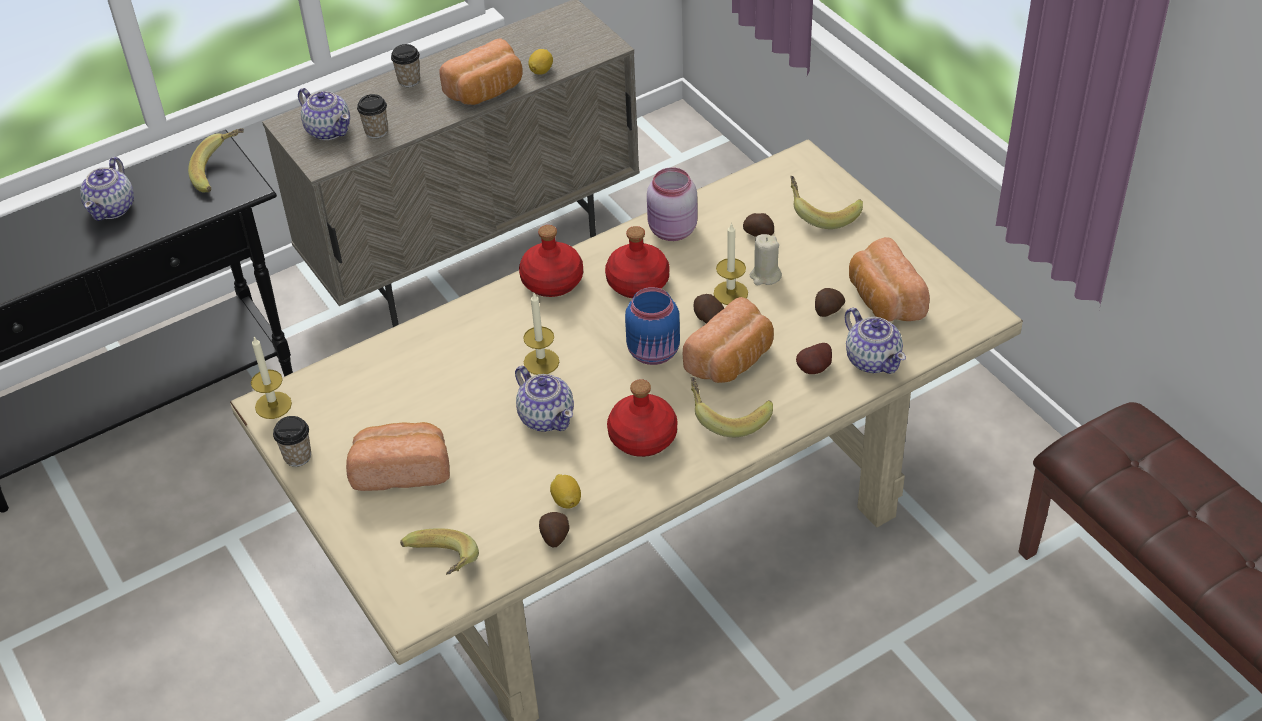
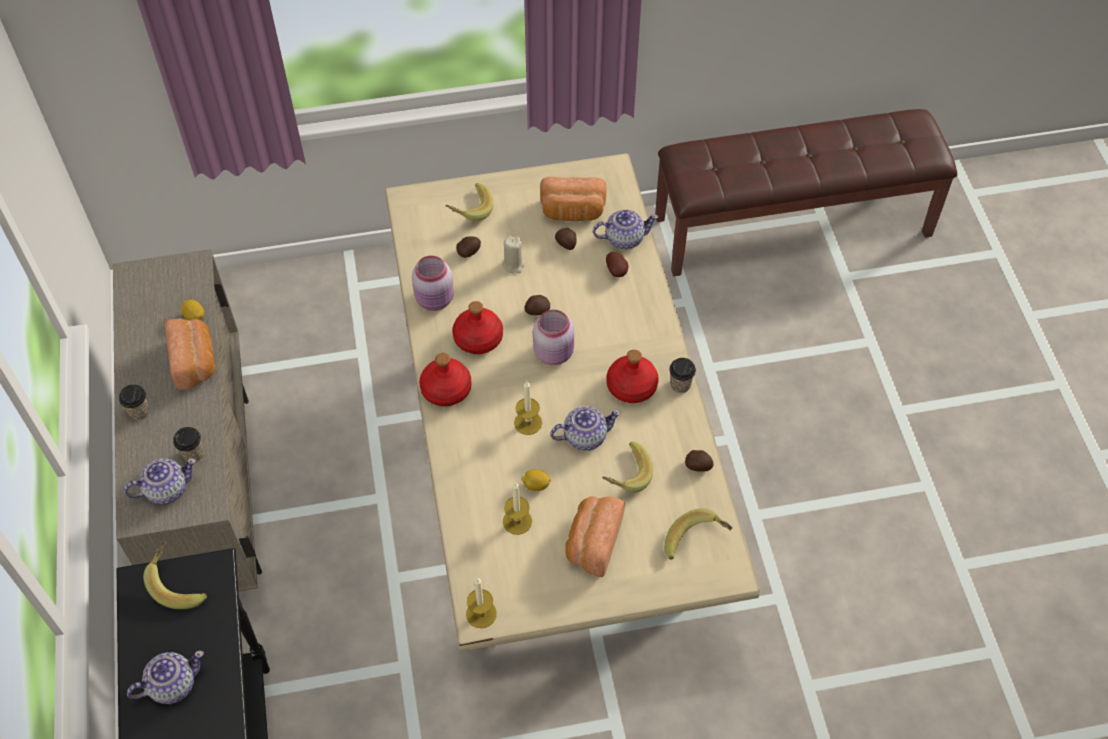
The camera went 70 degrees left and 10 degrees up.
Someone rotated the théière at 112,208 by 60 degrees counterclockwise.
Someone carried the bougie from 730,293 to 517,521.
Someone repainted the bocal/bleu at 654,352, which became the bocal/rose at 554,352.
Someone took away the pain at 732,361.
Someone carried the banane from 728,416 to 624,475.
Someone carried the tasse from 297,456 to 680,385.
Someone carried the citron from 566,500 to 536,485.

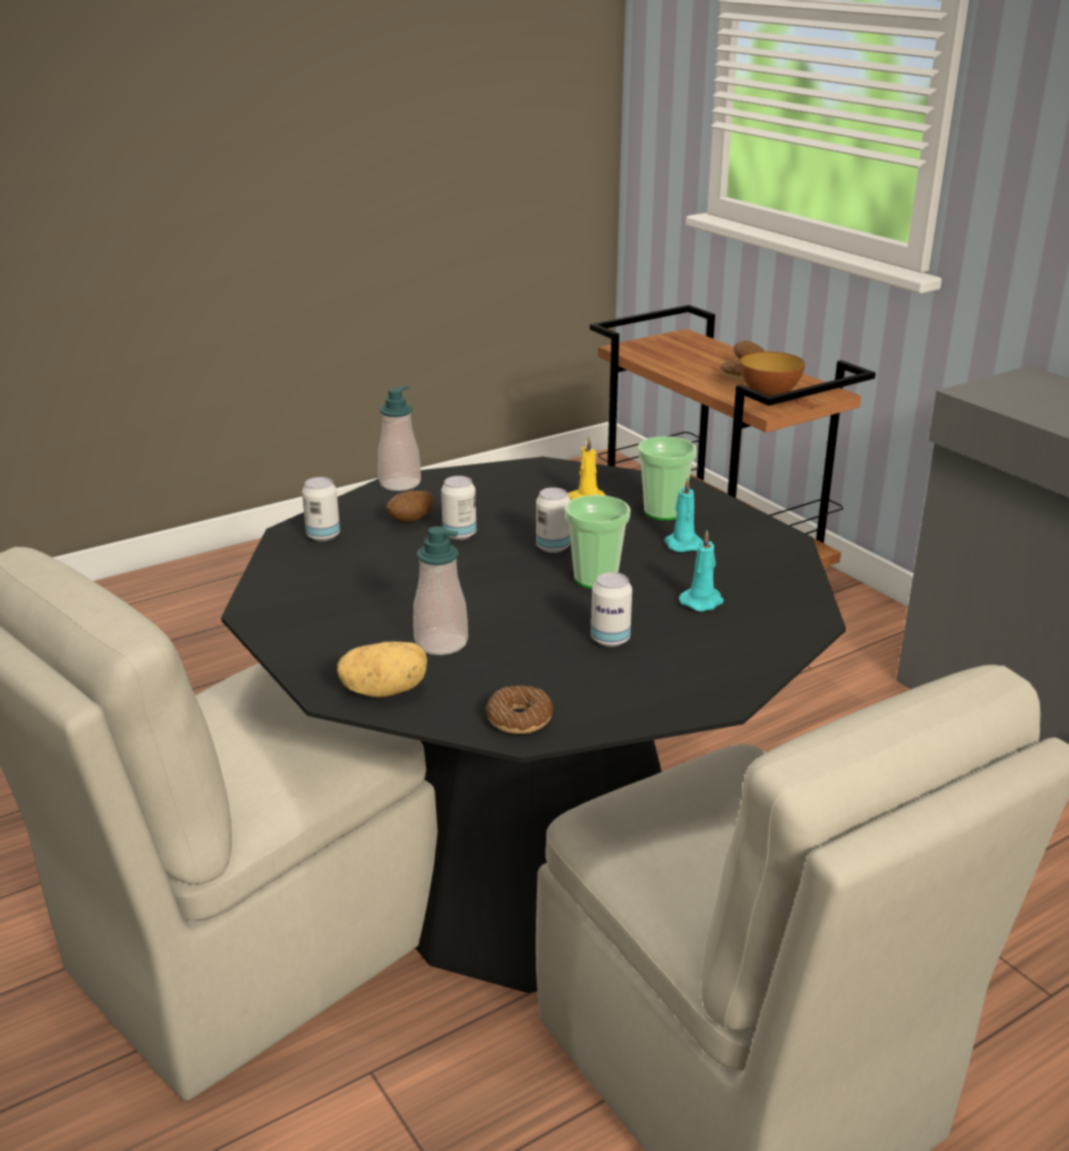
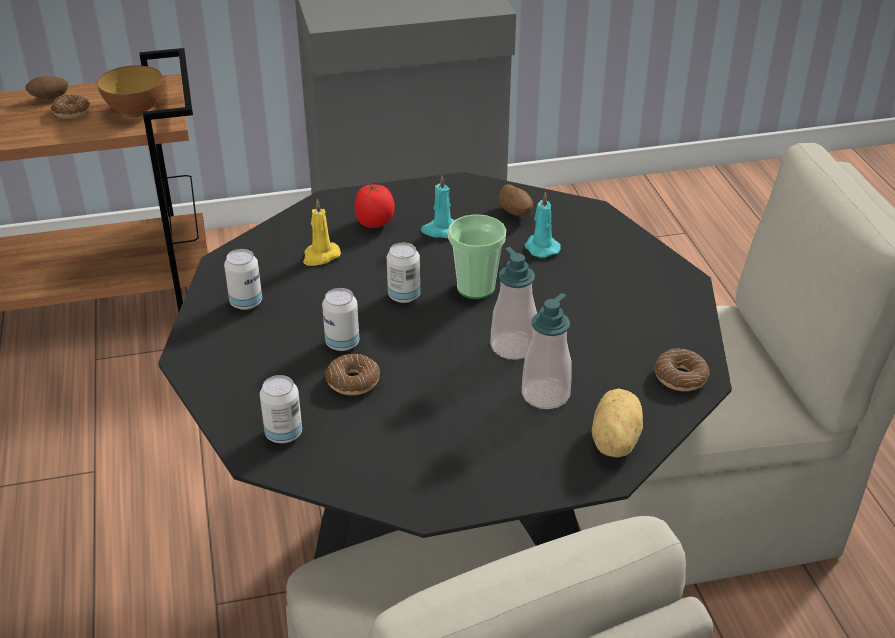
The camera went 70 degrees left and 10 degrees up.
Someone carried the distributeur de savon from 400,483 to 513,346.
Someone swapped the tasse at 663,512 for the tomate at 375,223.
Someone carried the pomme de terre from 411,521 to 515,213.
Someone carried the boîte métallique from 610,639 to 246,303.
Someone put down the beignet at 353,381.

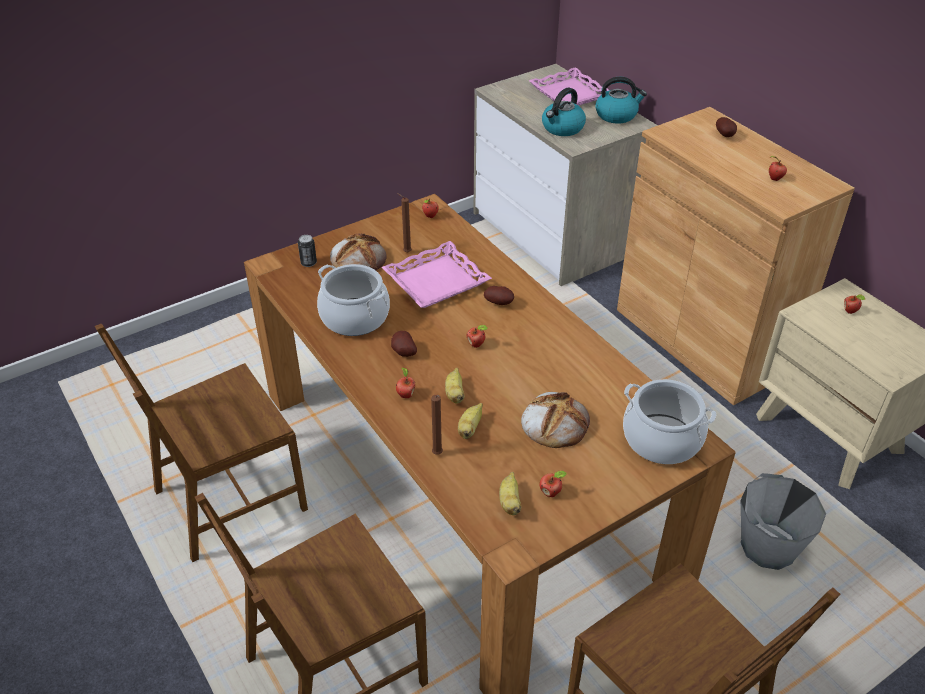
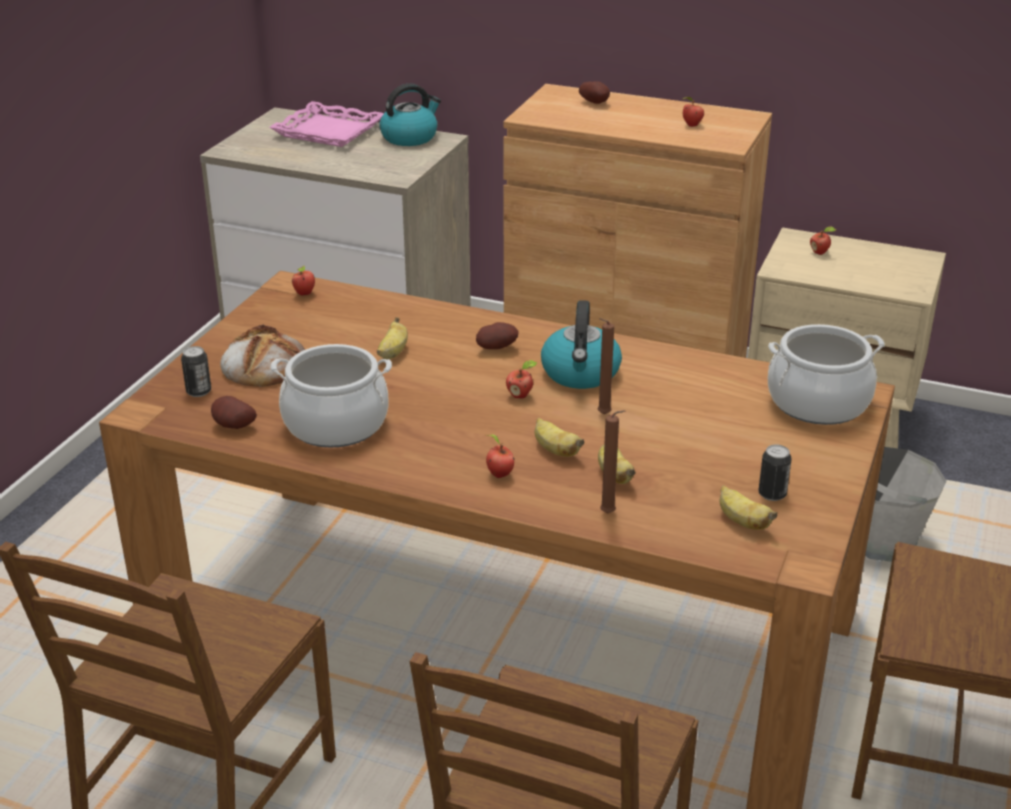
The camera went 35 degrees left and 10 degrees down.
Someone carried the bouilloire from 562,128 to 581,374.
Someone carried the bougie/marron from 406,252 to 602,415.
Someone swapped the plateau/rose at 436,281 for the banane at 393,353.
Someone carried the pomme de terre from 403,352 to 233,427.
Someone took away the pain at 554,423.
Someone swapped the pomme at 551,492 for the boîte métallique at 772,494.

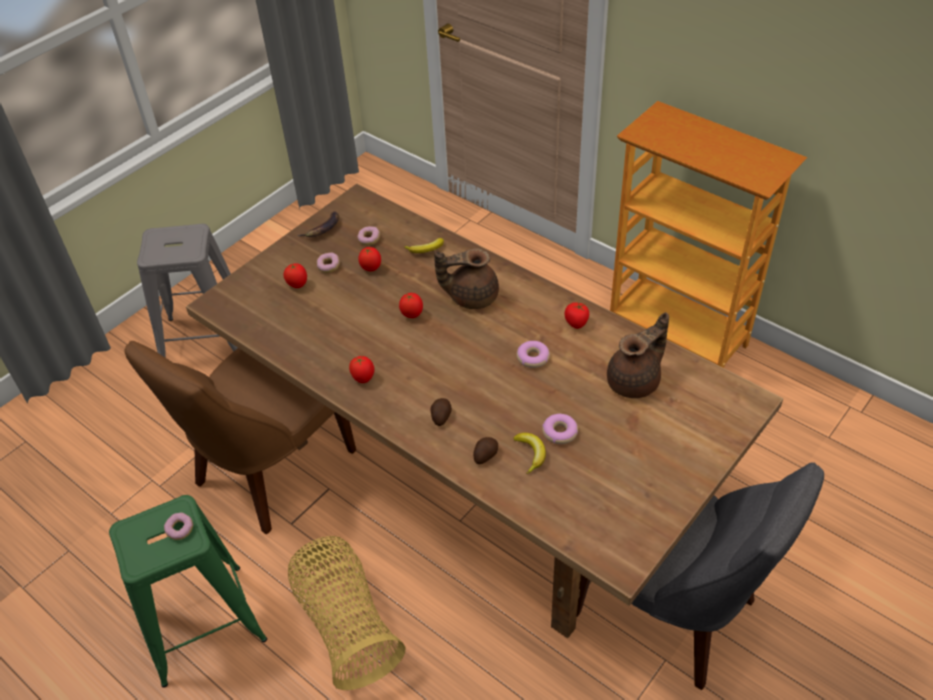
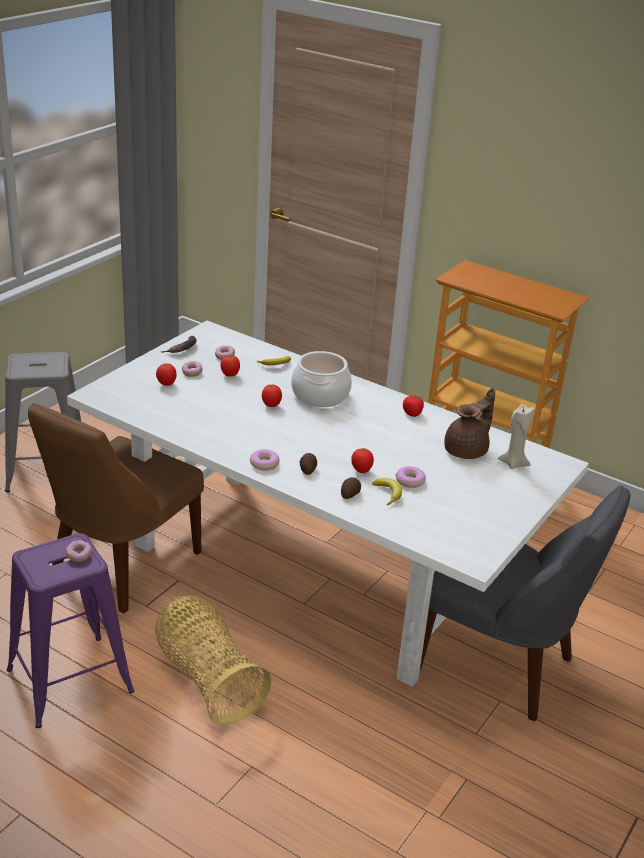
The camera went 10 degrees left and 15 degrees down.
Someone repainted the table à manger/marron at 475,473, which became the table à manger/blanc at 314,569.
Someone swapped the théière/marron at 471,296 for the marmite at 320,395.
Someone carried the beignet from 533,357 to 264,463.
Someone carried the tomate from 363,379 to 361,471.
Someone repainted the tabouret/vert at 202,624, which became the tabouret/violet at 70,680.
Someone put down the bougie/beige at 513,463.

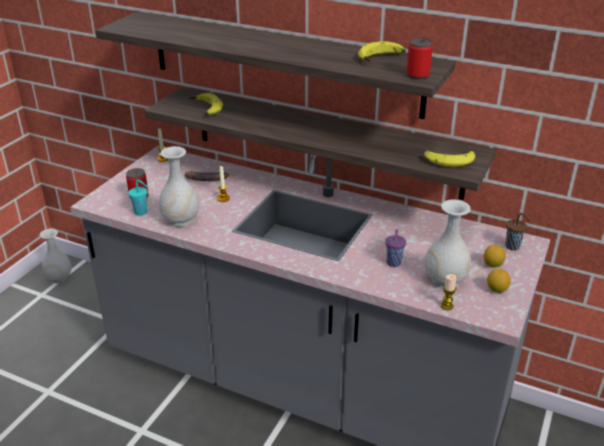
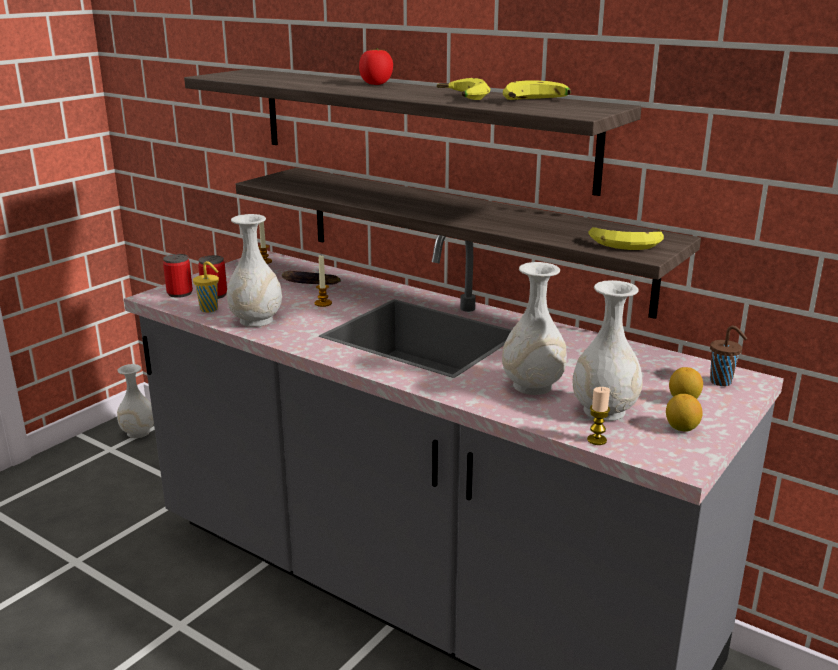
The camera went 10 degrees right and 10 degrees down.
Someone carried the boîte métallique from 417,75 to 180,293.
Someone carried the banane from 205,109 to 461,98.
Someone repainted the tasse/turquoise at 141,212, which became the tasse/jaune at 210,309.
Someone swapped the tasse/violet at 393,263 for the vase/blanc at 533,386.
Someone put down the tomate at 376,84.

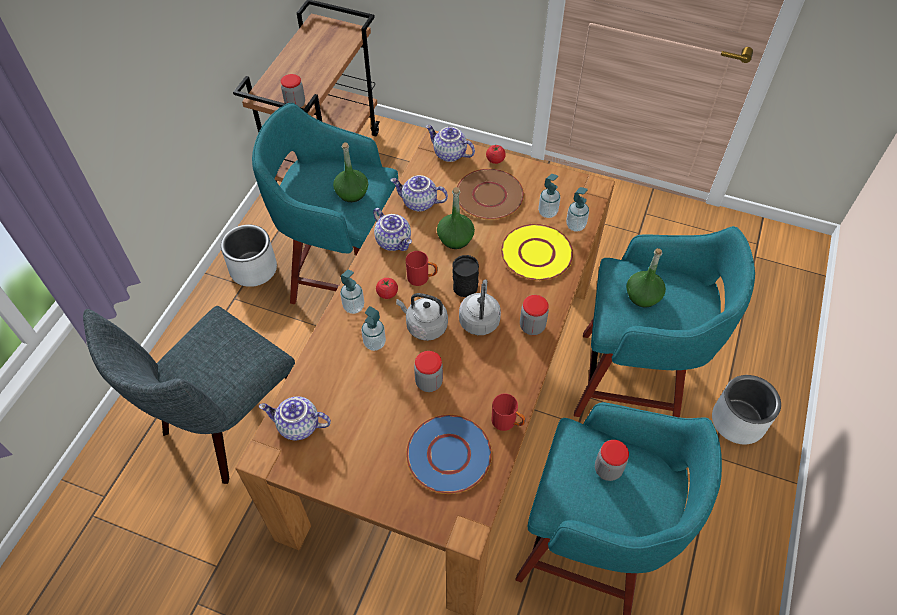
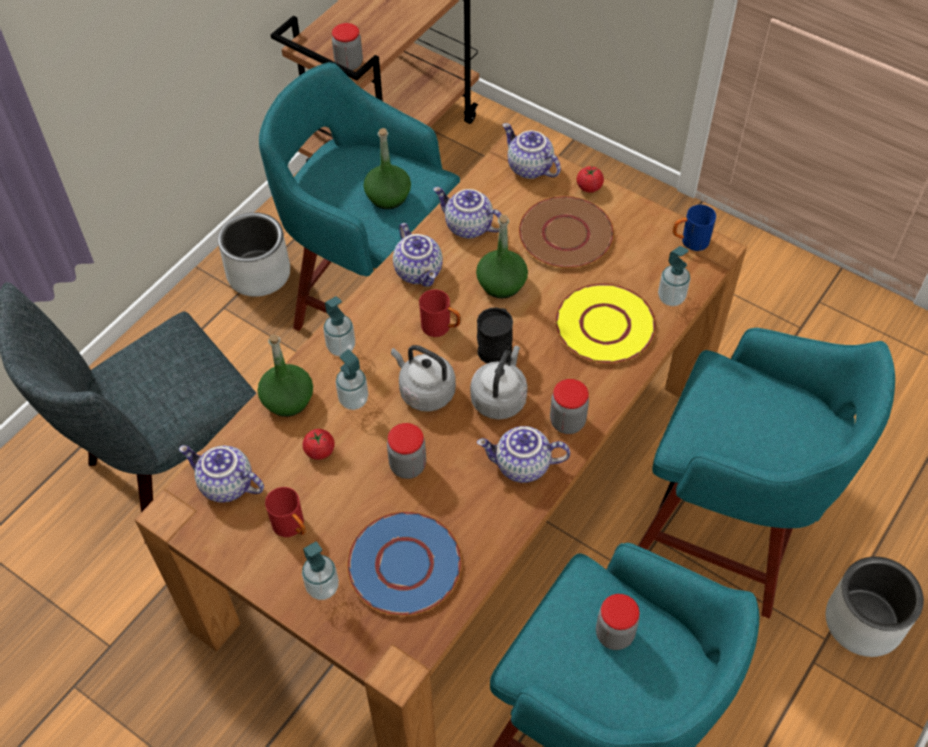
The camera went 15 degrees right and 0 degrees up.
Someone carried the distributeur de savon from 547,212 to 322,587.
Someone carried the bouteille/vert from 643,296 to 288,399.
Someone carried the tomate from 387,293 to 319,451.
Someone carried the mug/rouge from 508,422 to 292,527.
Someone put down the mug/bleu at 689,241.
Someone put down the théière at 522,466.

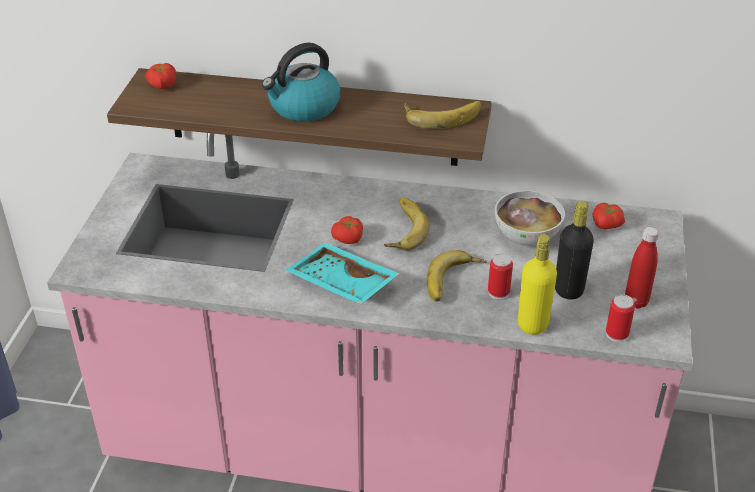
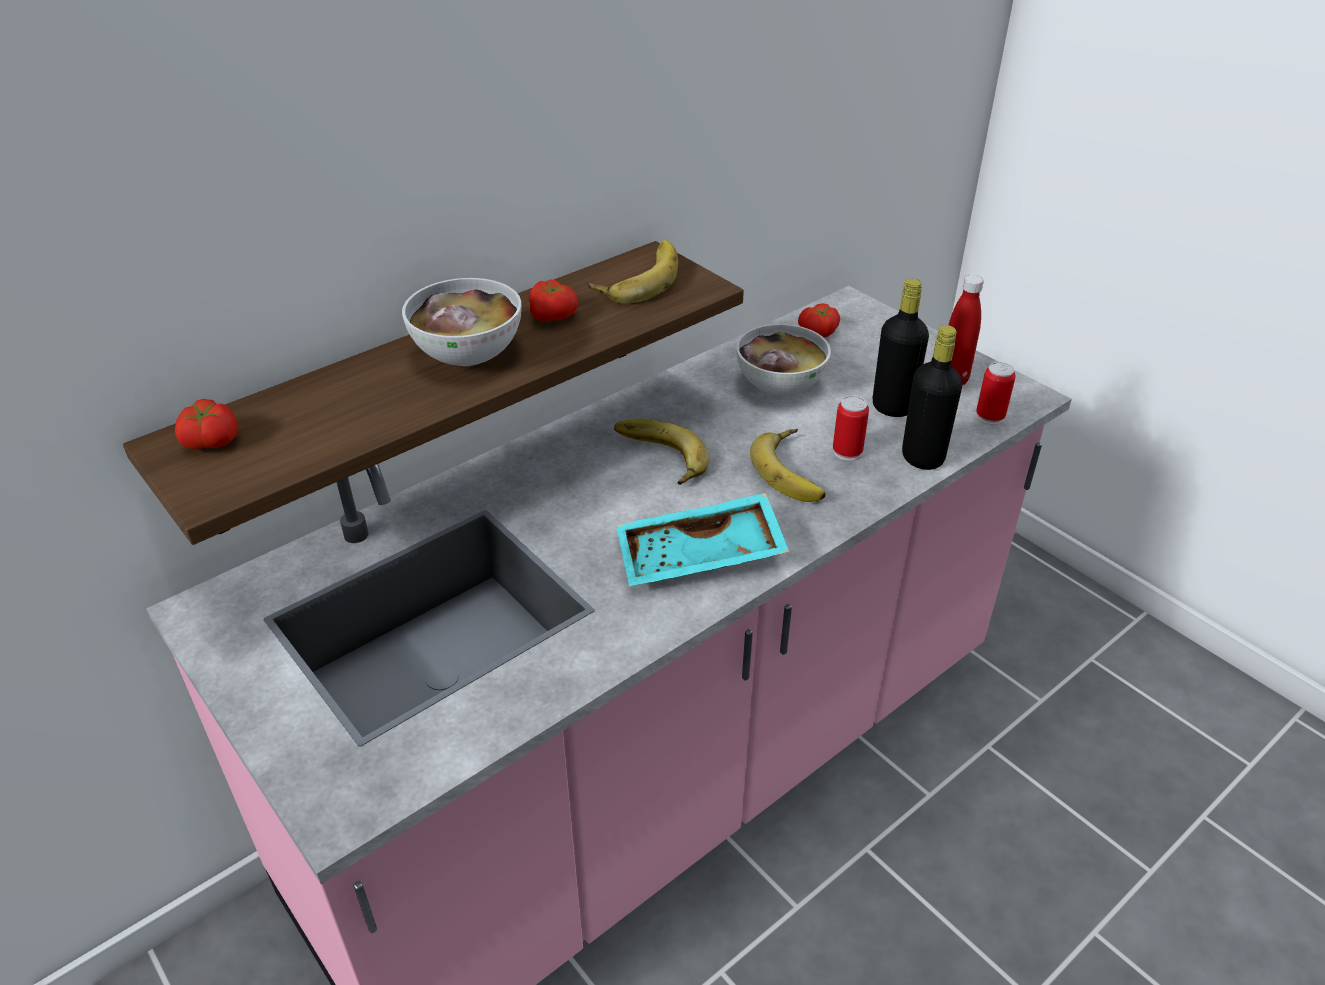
The camera went 50 degrees left and 0 degrees up.
Someone swapped the bouilloire at 303,107 for the bol at 469,356.
Someone carried the tomate from 348,239 to 554,316.
Someone repainted the bouteille/jaune at 532,324, which became the bouteille/noir at 922,458.

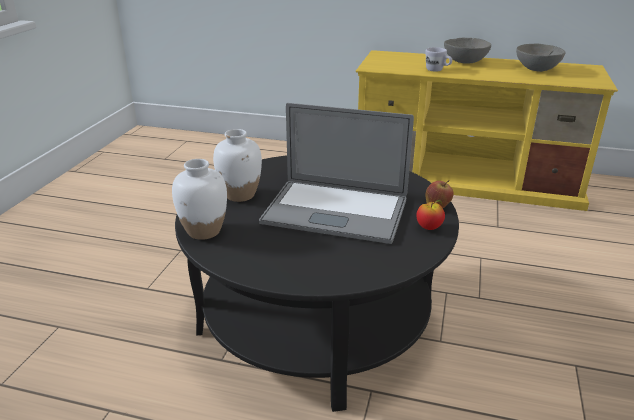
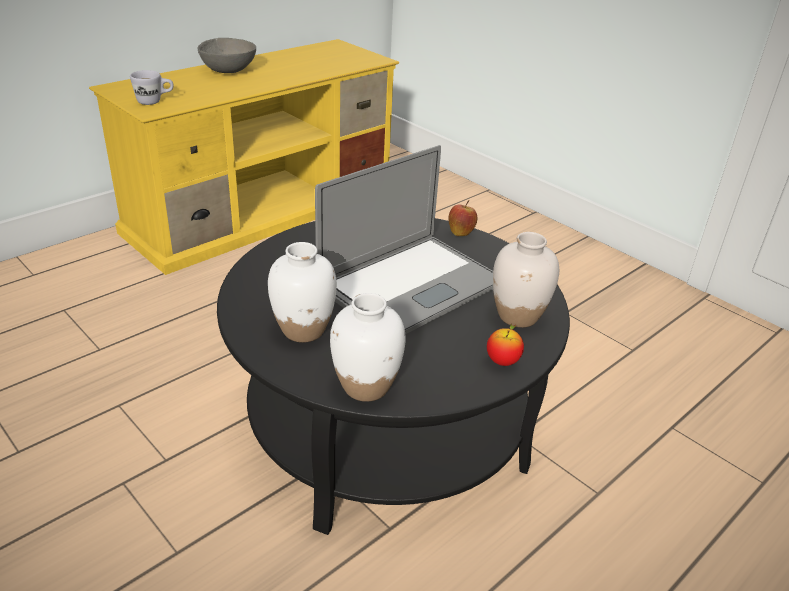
The camera went 60 degrees left and 5 degrees up.
Someone took away the bol/gris at 537,69.
Someone carried the mug/blanc from 437,70 to 154,102.
Someone carried the pomme from 429,228 to 502,361.
Someone put down the vase/blanc at 518,316.

